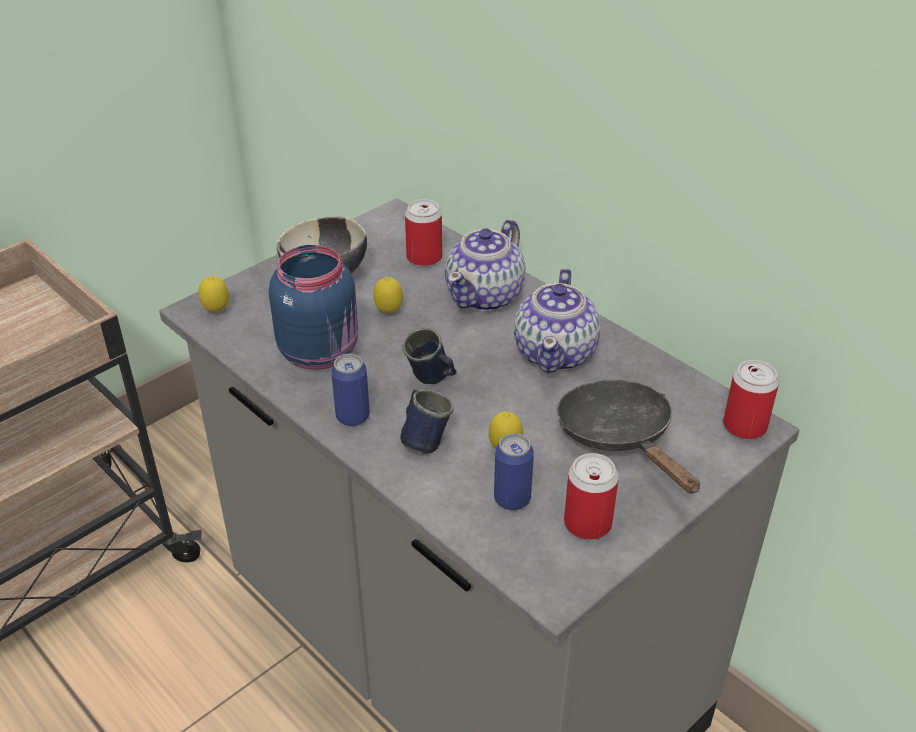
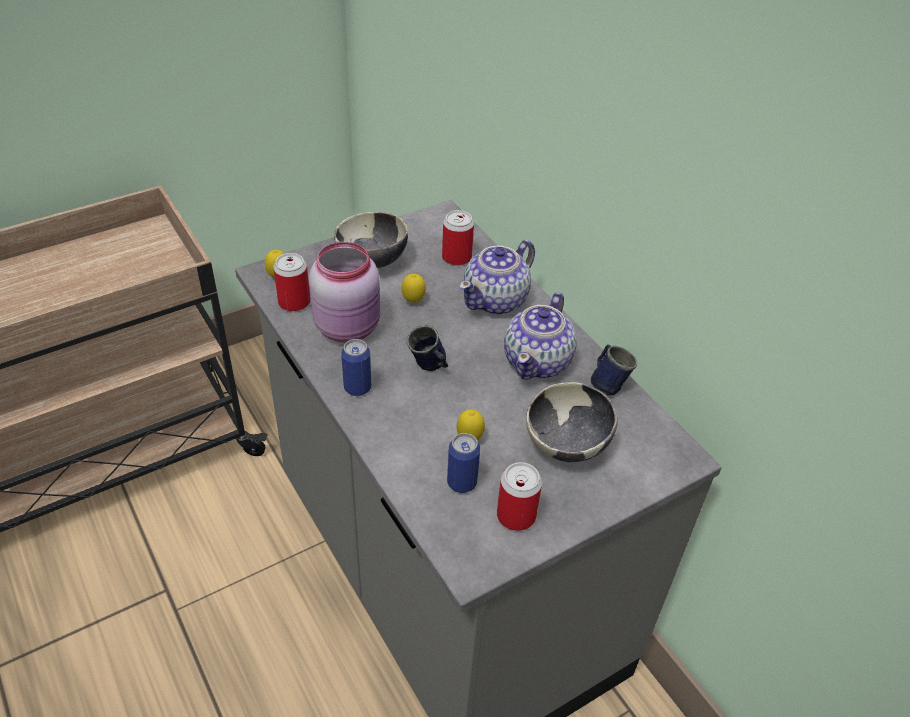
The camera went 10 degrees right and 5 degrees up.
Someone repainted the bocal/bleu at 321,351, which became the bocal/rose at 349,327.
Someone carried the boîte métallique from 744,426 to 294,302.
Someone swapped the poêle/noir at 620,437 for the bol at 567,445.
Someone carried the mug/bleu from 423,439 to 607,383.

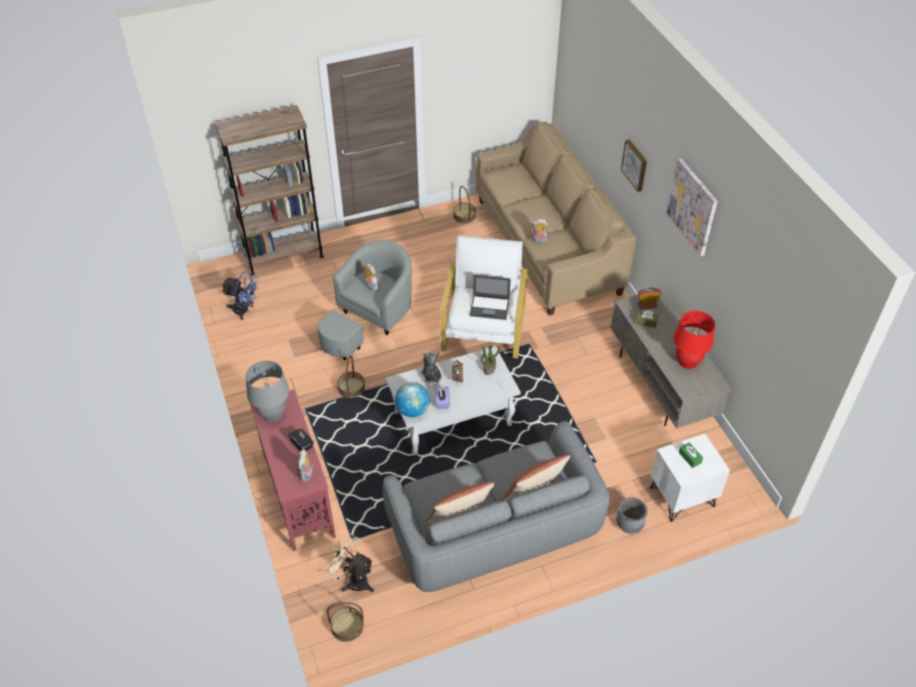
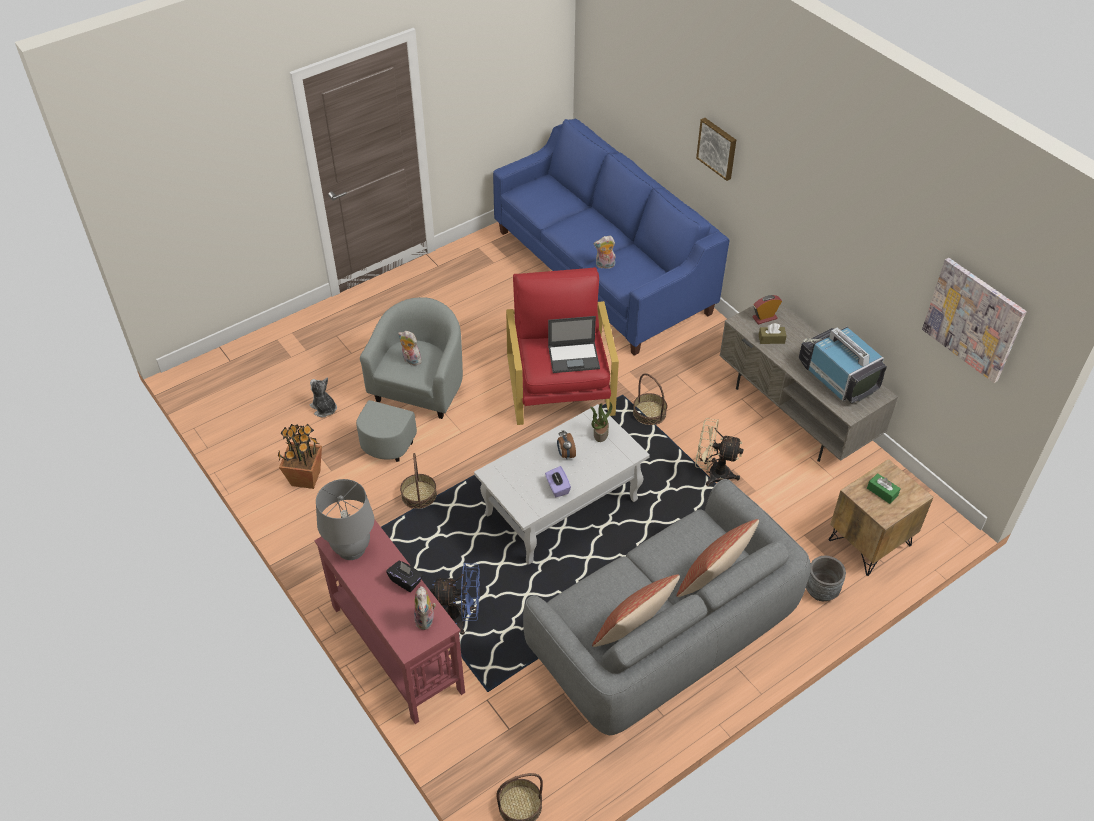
The camera went 15 degrees left and 0 degrees up.
Someone took away the bibliothèque/marron at 283,256.
Someone repainted the canapé/beige at 547,247, which became the canapé/bleu at 602,272.
Someone carried the tableau from 692,206 to 973,319.
Someone carried the panier from 464,216 to 649,413.
Someone repainted the fauteuil/blanc at 484,327, which became the fauteuil/rouge at 560,385.
Someone carried the ventilateur/bleu from 245,310 to 461,618.
Someone swapped the lampe de table/rouge at 687,361 for the téléviseur at 837,376.
Someone carried the peluche from 431,377 to 324,408.
Someone took away the globe at 413,410.
Someone repainted the table de chevet/blanc at 682,497, which became the table de chevet/marron at 870,543.
Someone carried the ventilateur/beige from 353,580 to 713,473.
Someone put down the plante en pot at 305,478.

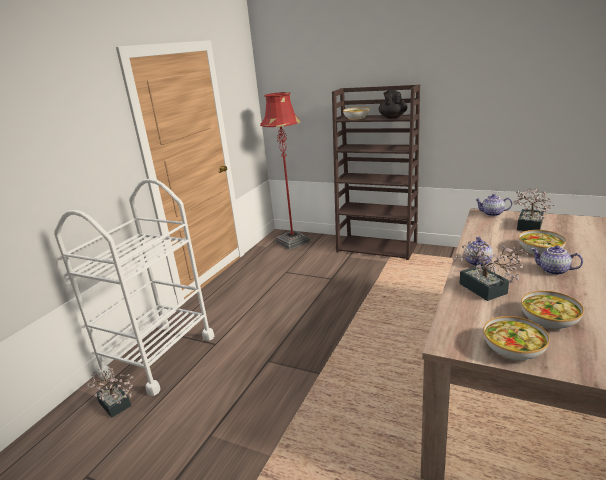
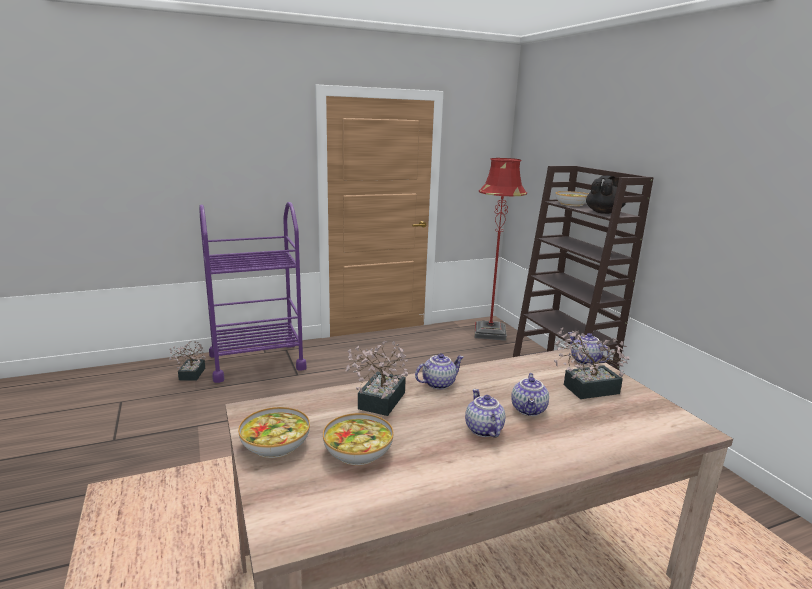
The camera went 40 degrees right and 5 degrees down.
Someone repainted the chariot/blanc at 159,356, which became the chariot/violet at 257,361.
Someone swapped the bol at 540,250 for the théière at 529,410.

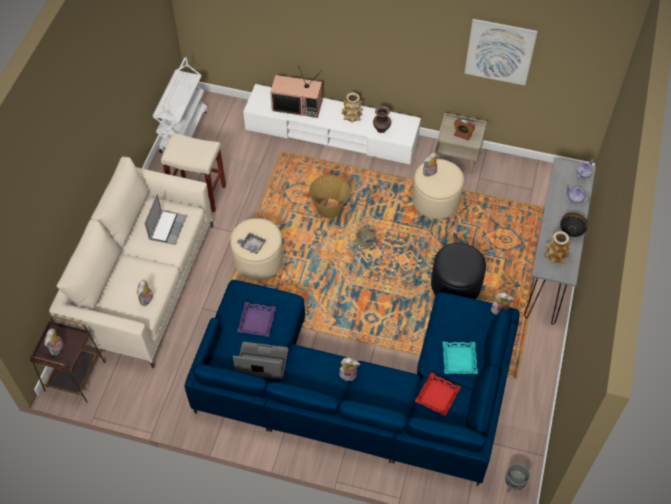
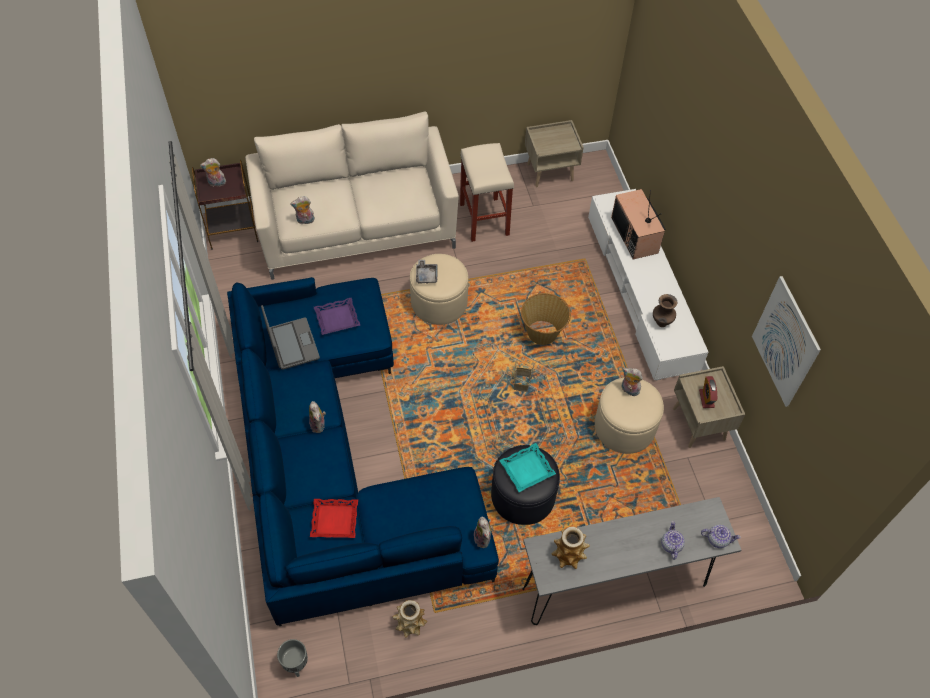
The camera went 60 degrees right and 0 degrees up.
Someone swapped the chariot/blanc at 183,130 for the table de chevet/beige at 550,172.
Someone carried the vase from 352,116 to 410,623.
Someone took away the ordinateur portable at 167,227.
Someone took away the bol/noir at 571,232.
Someone carried the plateau/turquoise from 459,359 to 527,470.

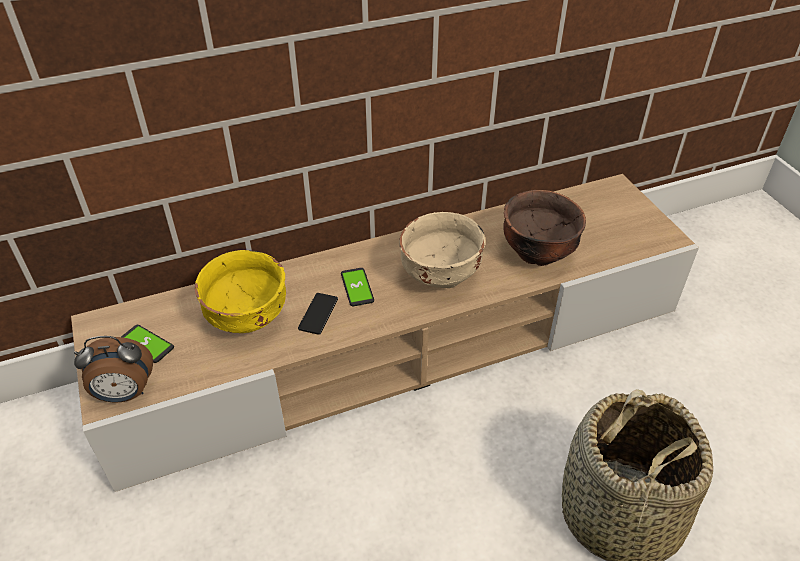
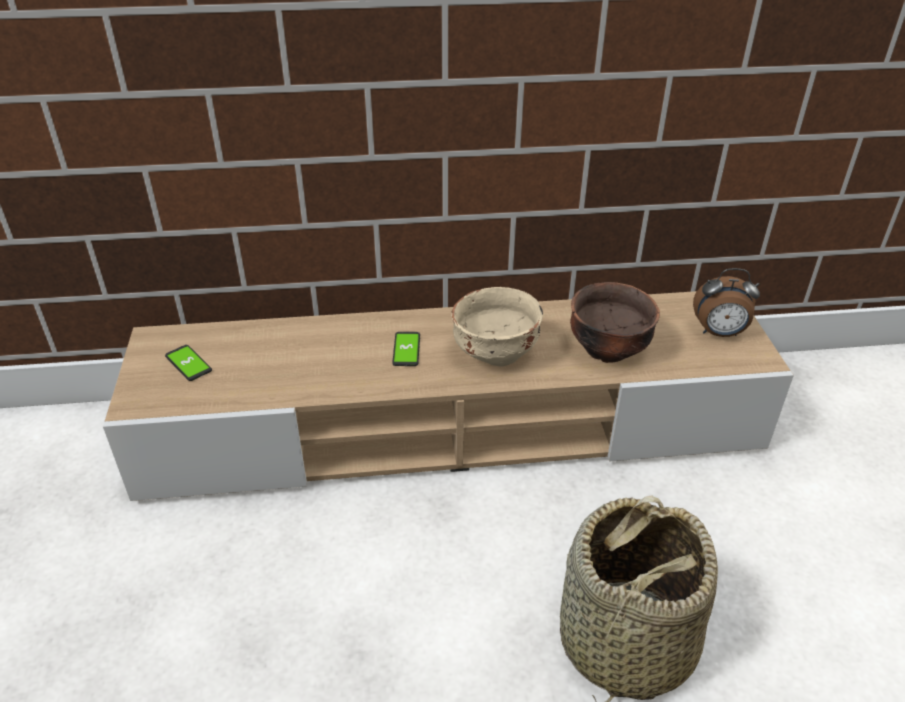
The camera went 15 degrees right and 5 degrees down.
Someone took away the bol/jaune at 249,317.
Someone took away the téléphone at 318,314.
Someone carried the réveil from 124,394 to 719,333.

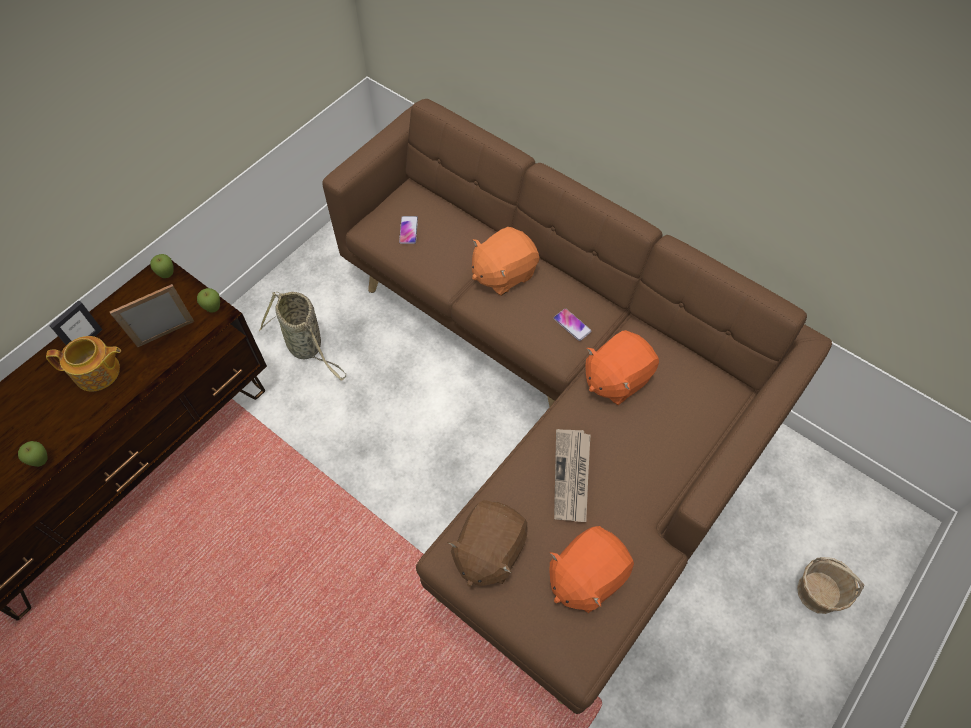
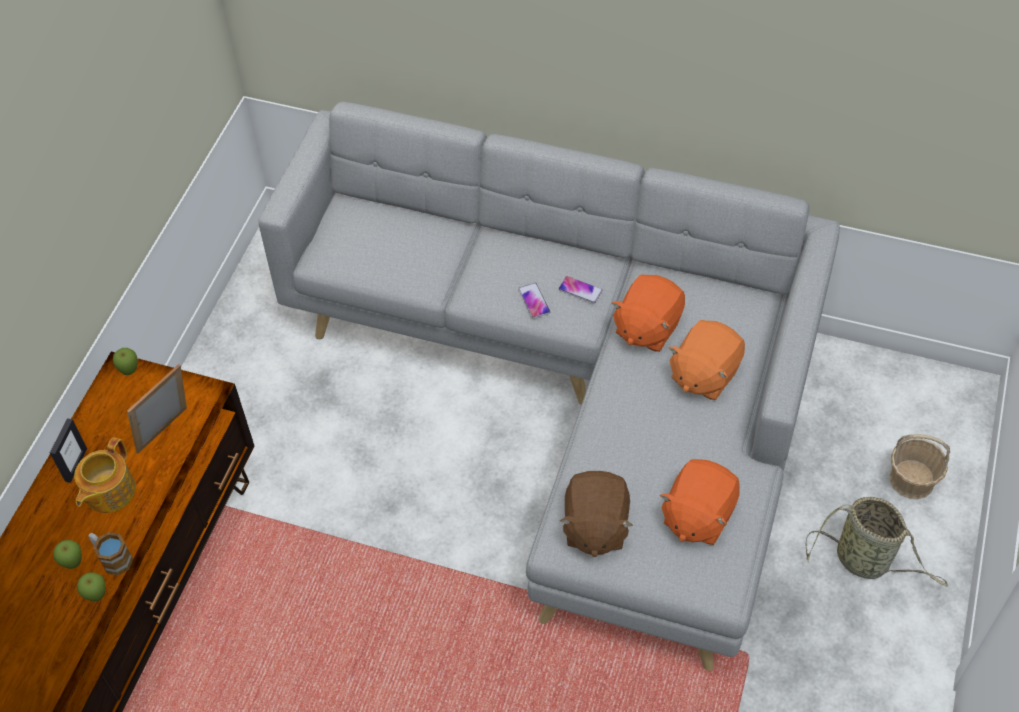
The camera went 20 degrees left and 5 degrees down.
Someone repainted the canapé/marron at 552,418, which became the canapé/gris at 580,404.
Someone carried the téléphone from 408,230 to 534,301.
Someone carried the peluche/orange from 503,273 to 703,374.
Someone carried the pomme from 214,309 to 73,564.
Someone carried the panier from 307,347 to 866,561.
Someone rotated the théière at 98,372 by 135 degrees clockwise.
Someone took away the journal at 572,476.
Someone put down the mug at 112,558.

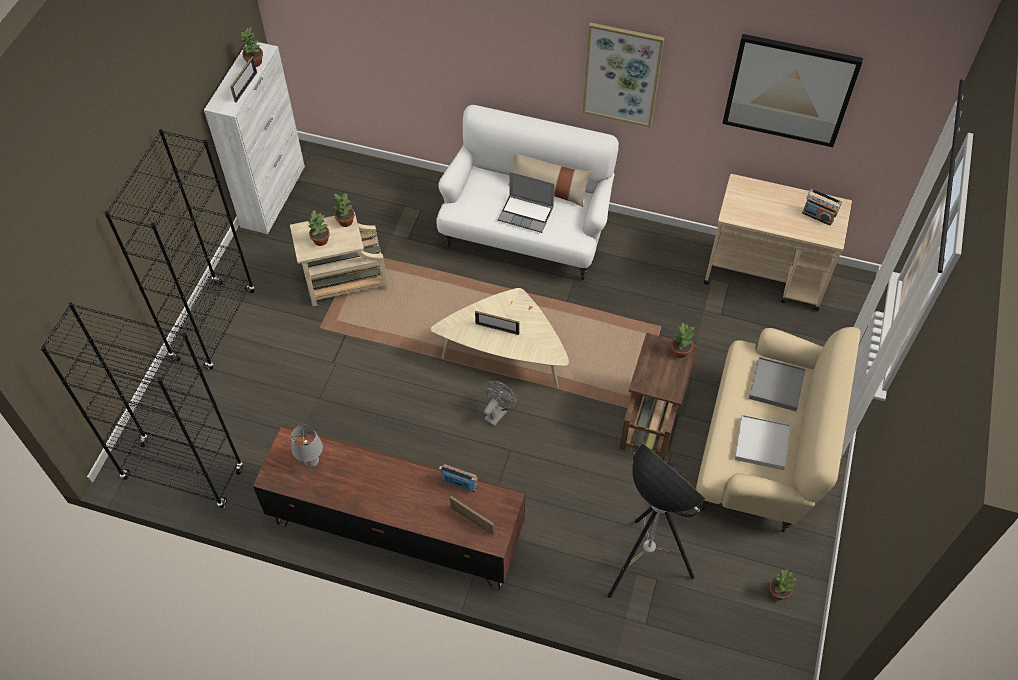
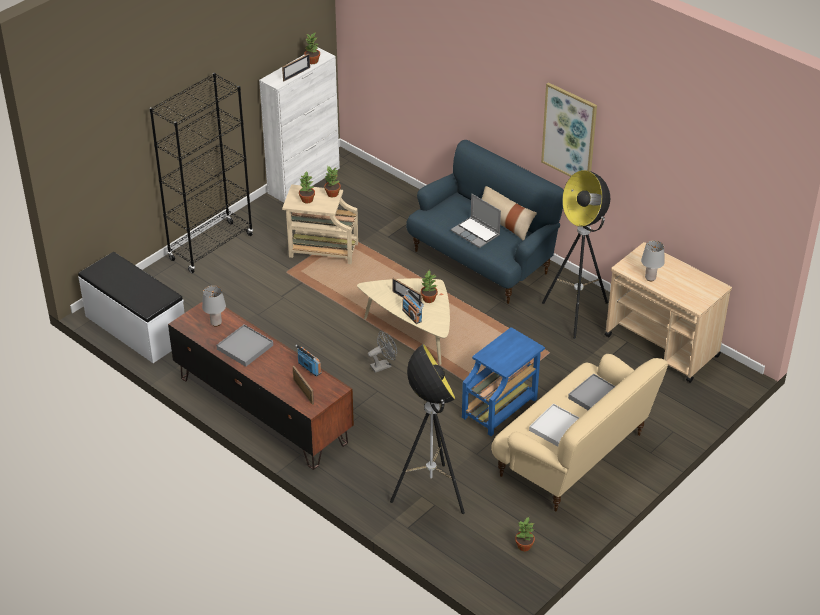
The camera went 25 degrees right and 15 degrees down.
Someone took away the tableau at 789,90.
Someone repainted the canapé/blanc at 525,233, which became the canapé/bleu at 482,260.
Someone carried the radio from 818,216 to 412,315.
Someone swapped the bibliothèque/noir at 183,474 for the banc/blanc at 135,328.
Someone carried the plante en pot from 680,352 to 428,299.
Someone repainted the table d'appoint/marron at 652,418, which became the table d'appoint/bleu at 501,407.
Someone put down the lampadaire at 576,314.
Someone put down the lampe de table/gris at 650,278.
Someone put down the plateau/gris at 245,347.

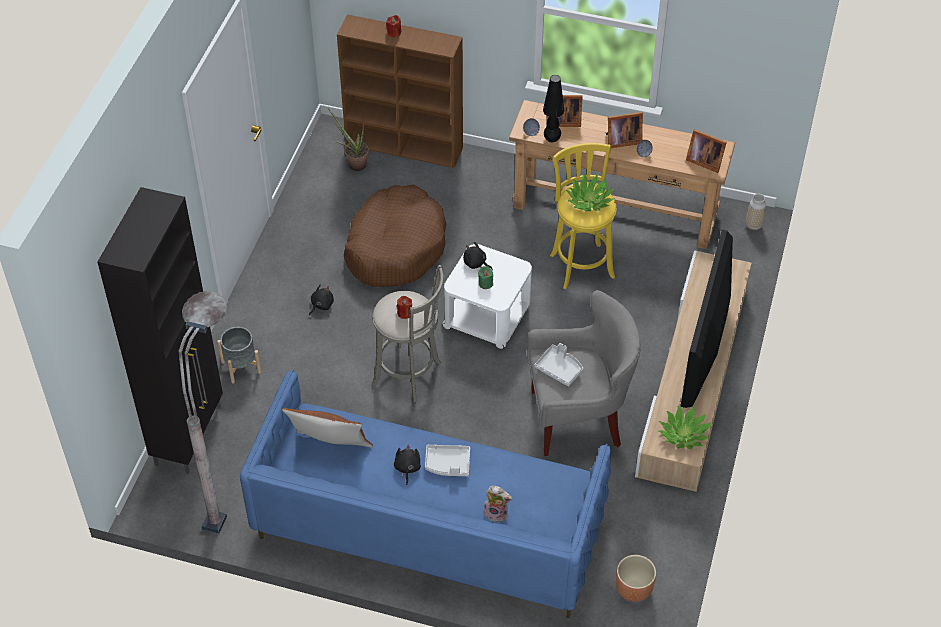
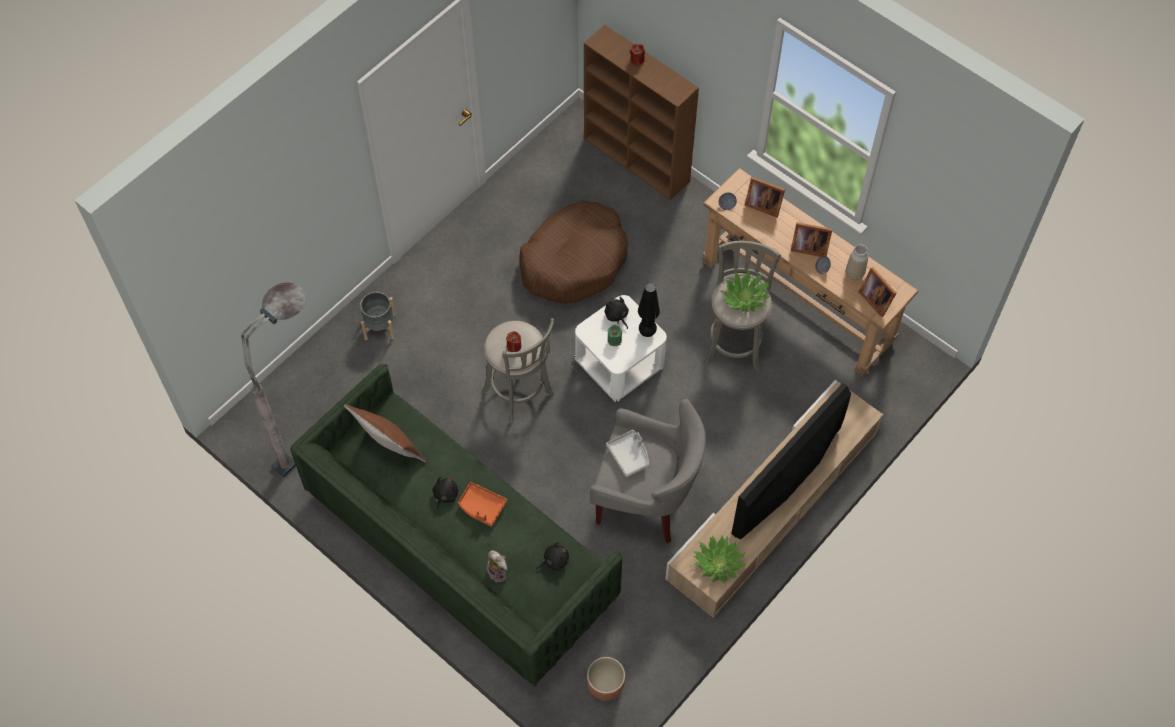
The camera went 25 degrees right and 10 degrees up.
Someone carried the lampe de table/noir from 552,139 to 647,332.
Someone took away the plante en pot at 354,163.
Someone repainted the tabouret/jaune at 581,263, which became the tabouret/gris at 734,344.
Someone took away the meuble de rangement/noir at 189,435.
Someone carried the vase from 753,225 to 854,273.
Someone carried the peluche/noir from 321,305 to 554,560.
Someone repainted the canapé/bleu at 428,525, which became the canapé/vert at 460,546.
Someone repainted the plateau/gris at 448,464, which became the plateau/orange at 481,507.

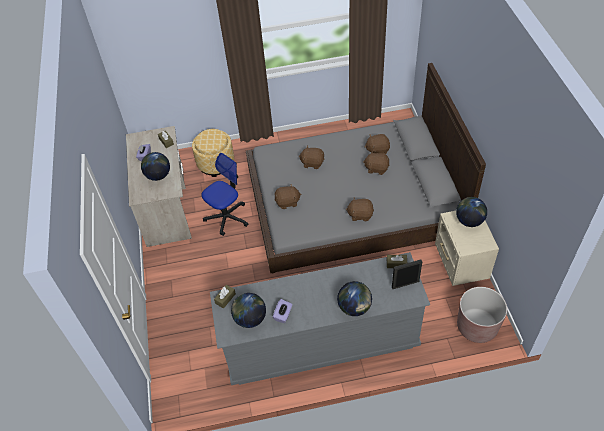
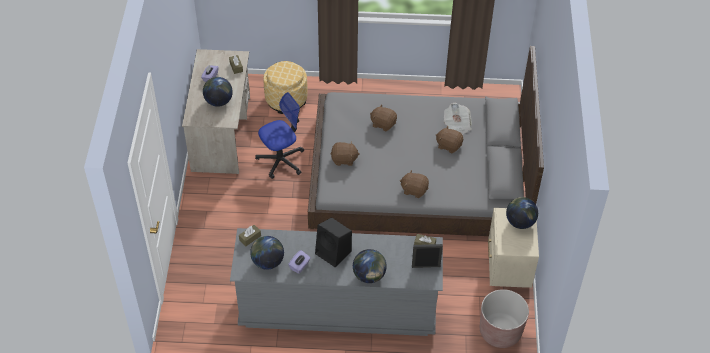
The camera went 10 degrees right and 0 degrees up.
Someone swapped the peluche/marron at 377,150 for the journal at 457,125.
Someone put down the enceinte/noir at 334,252.

